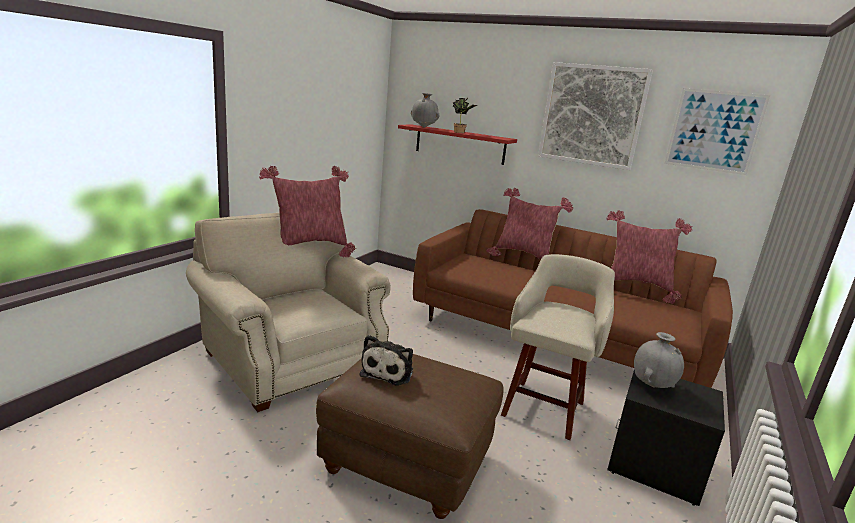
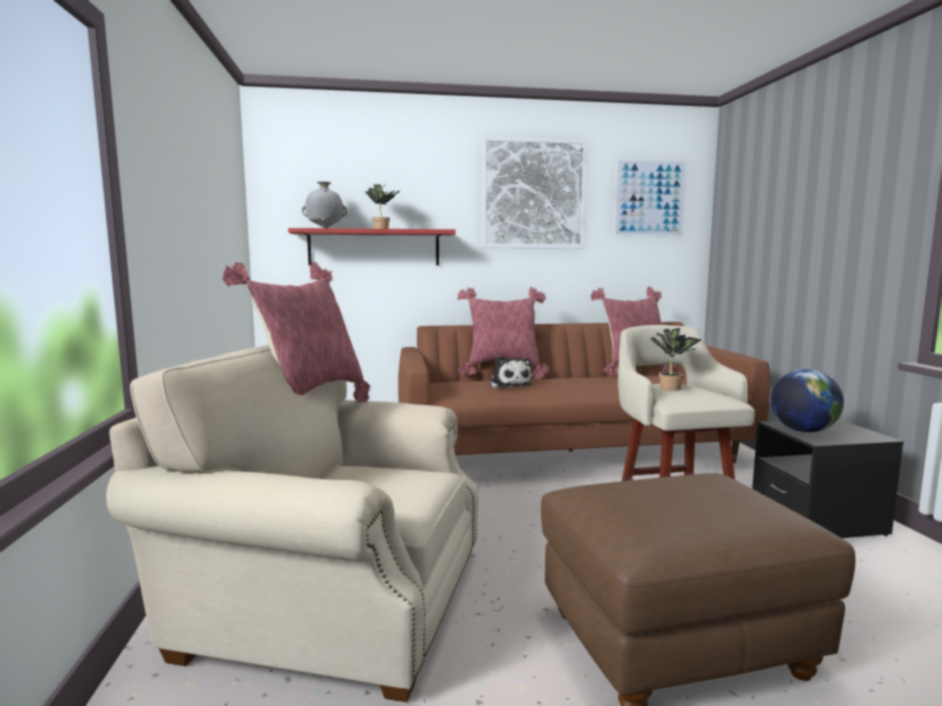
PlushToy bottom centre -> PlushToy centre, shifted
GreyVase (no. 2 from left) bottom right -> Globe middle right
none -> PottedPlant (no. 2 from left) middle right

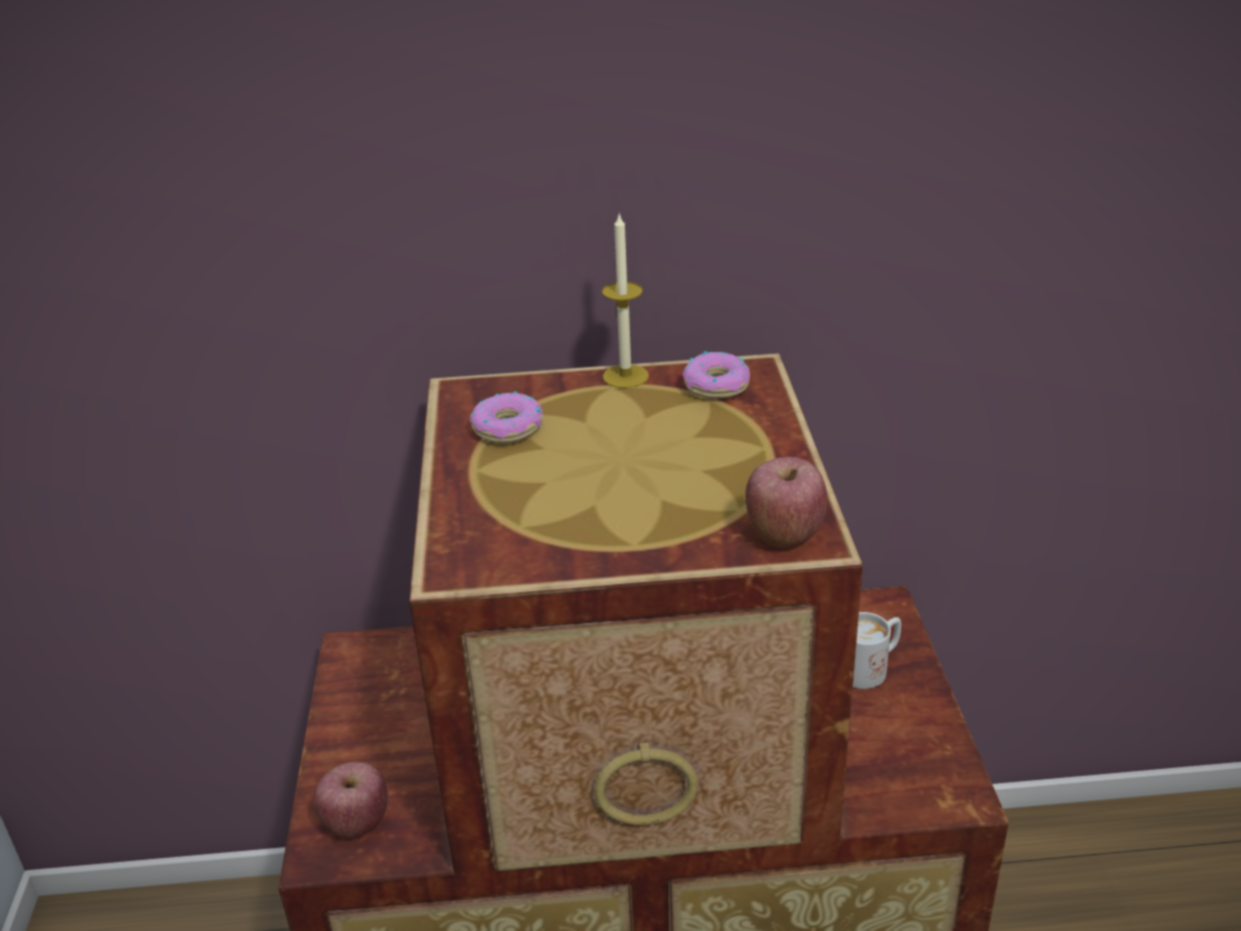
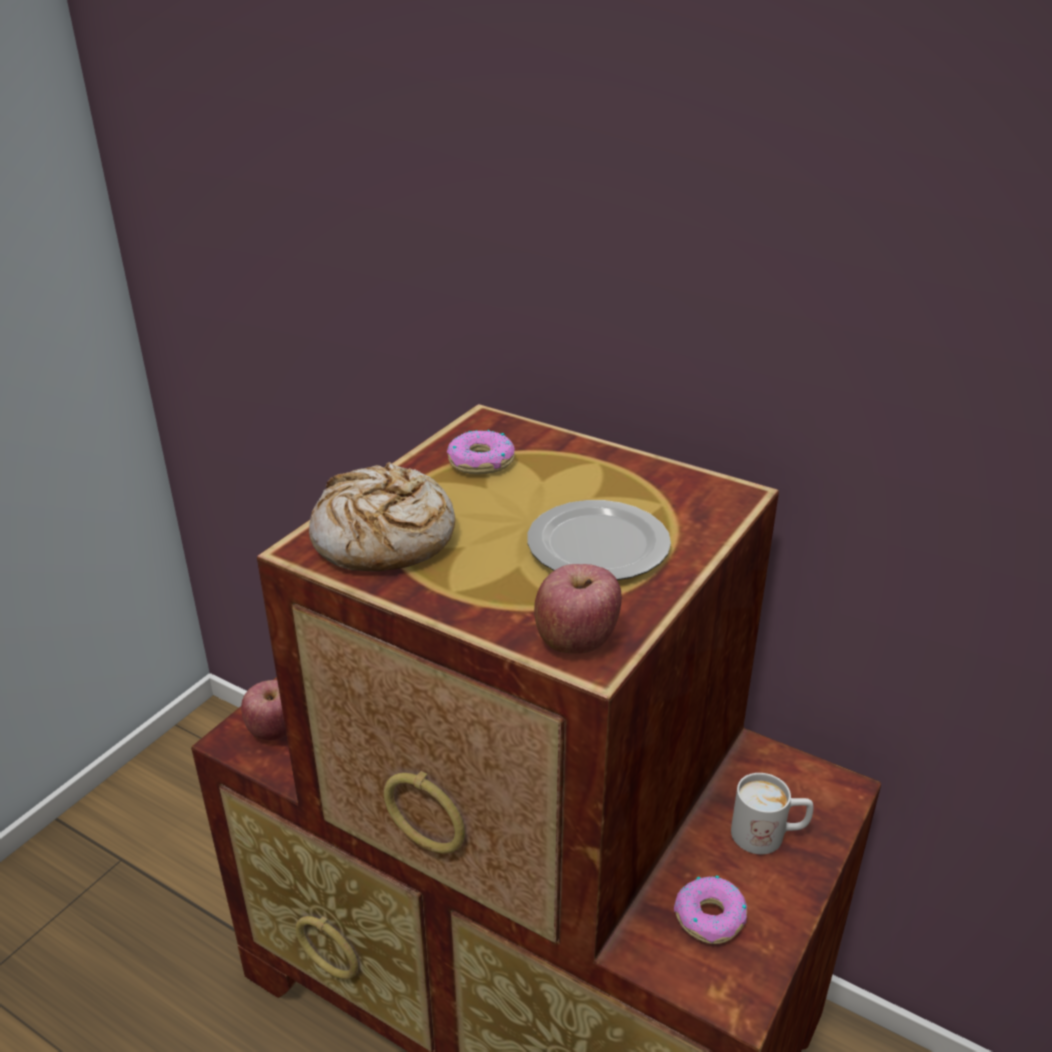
Candle top centre -> none
Donut (no. 2 from left) centre -> Donut (no. 2 from left) bottom right, shifted
none -> Bread centre
none -> Plate centre

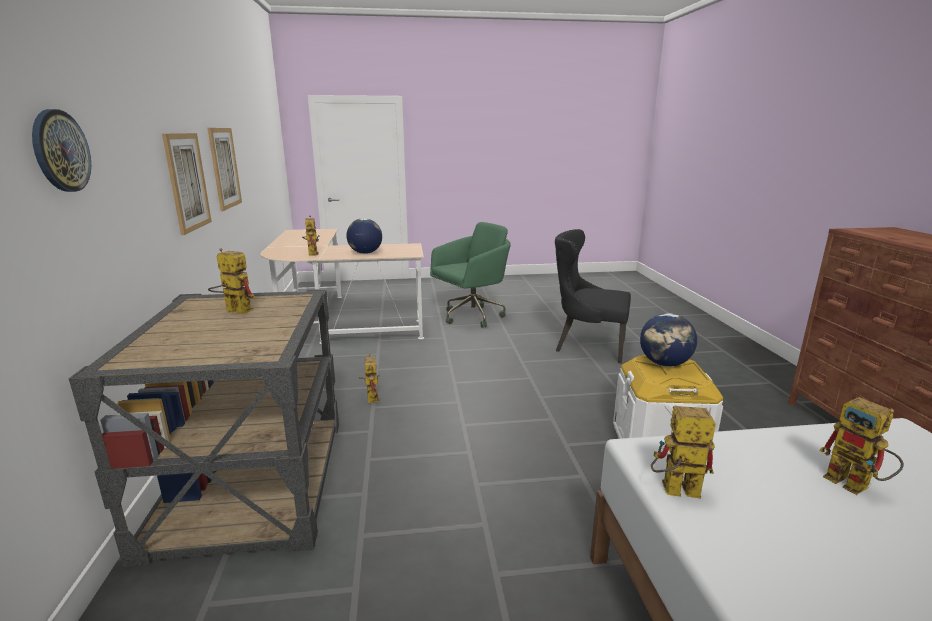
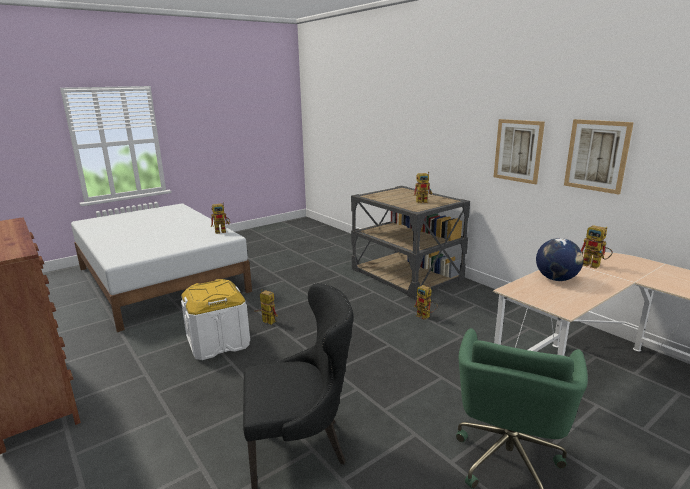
WallClock top left -> none
Globe (no. 2 from left) middle right -> none
ToyRobot (no. 5 from left in the first image) bottom right -> ToyRobot (no. 2 from left) centre, shifted

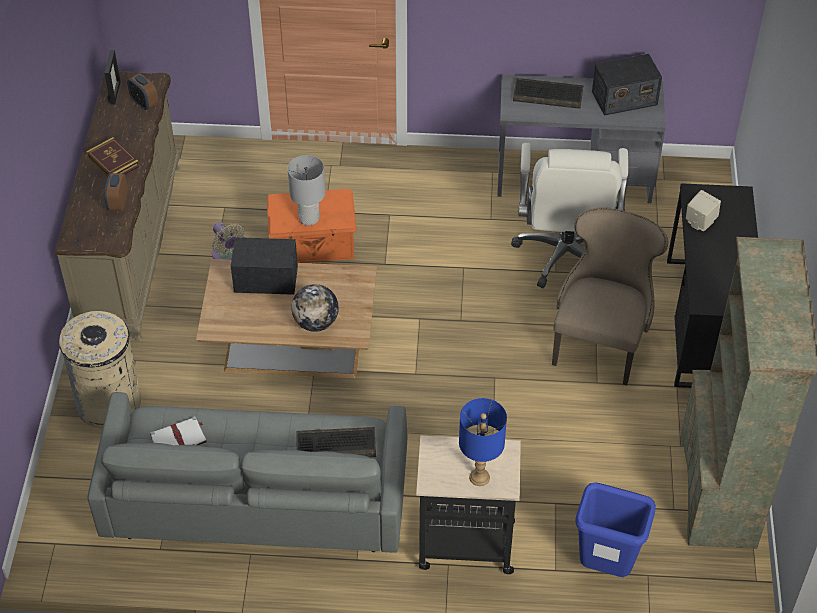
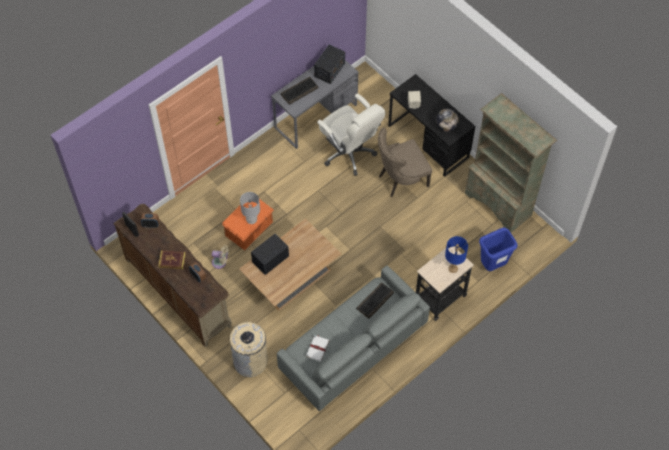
Globe centre -> Globe top right, shifted
BeigeChair middle right -> BeigeChair centre, 90 degrees counterclockwise

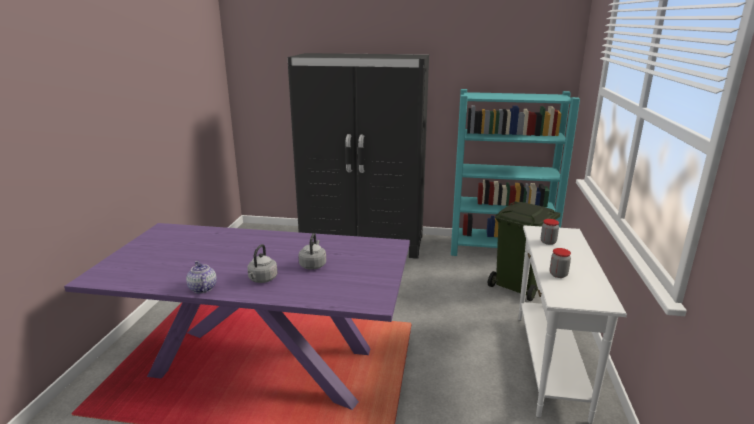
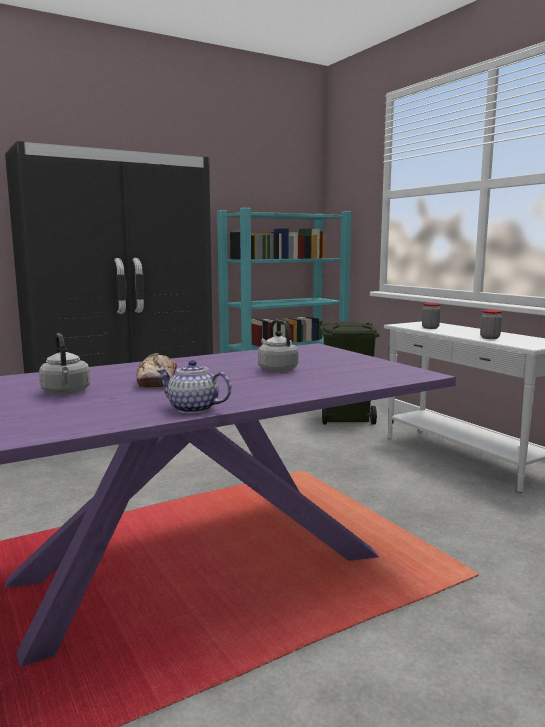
GreyKettle (no. 1 from left) centre -> GreyKettle (no. 1 from left) middle left, shifted
none -> Bread middle left

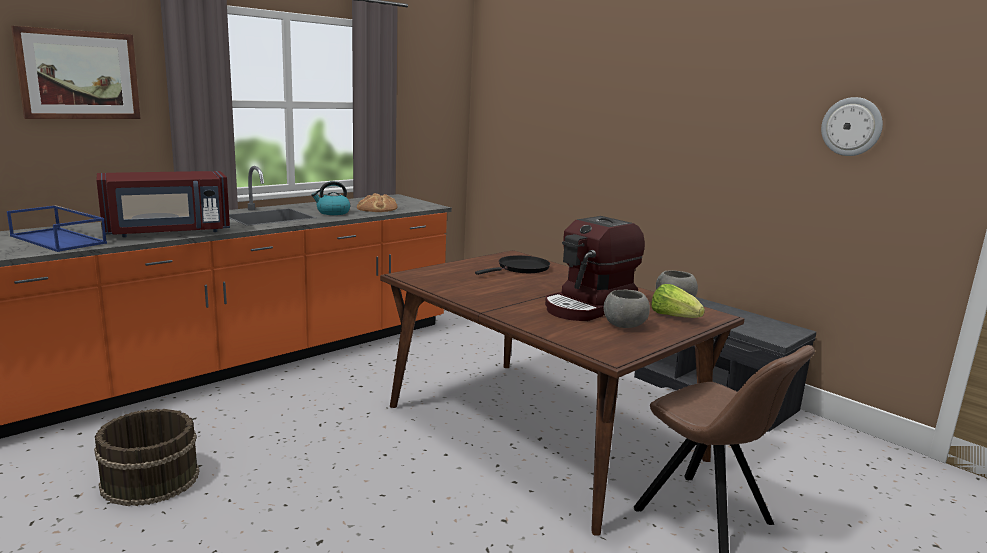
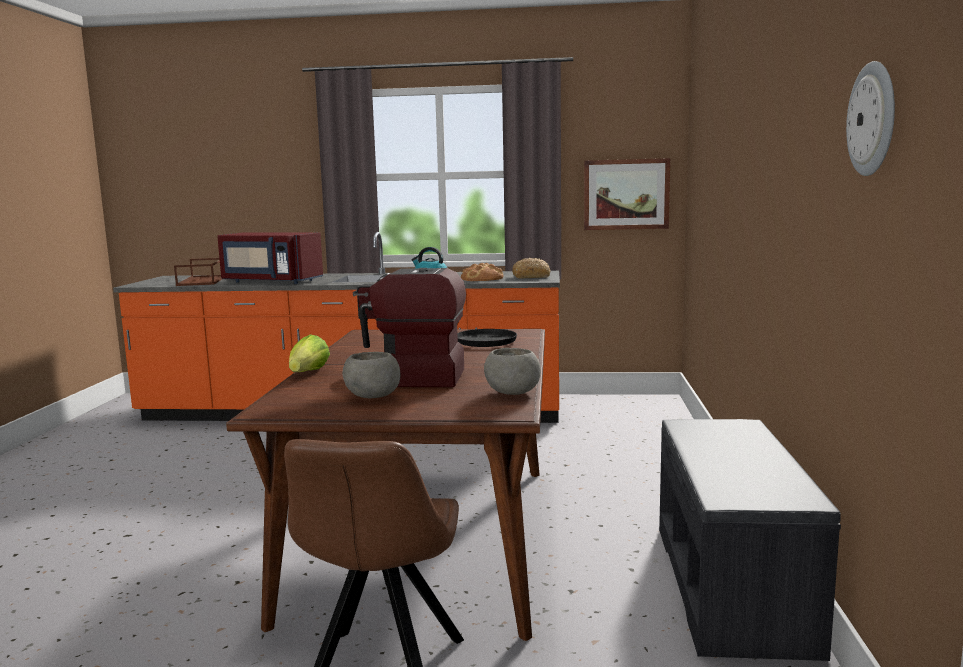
BlueTray middle left -> BrownTray middle left
Picture top left -> Picture top centre, shifted
BrownBucket bottom left -> none
Lettuce middle right -> Lettuce middle left, shifted
none -> Bread (no. 2 from left) centre

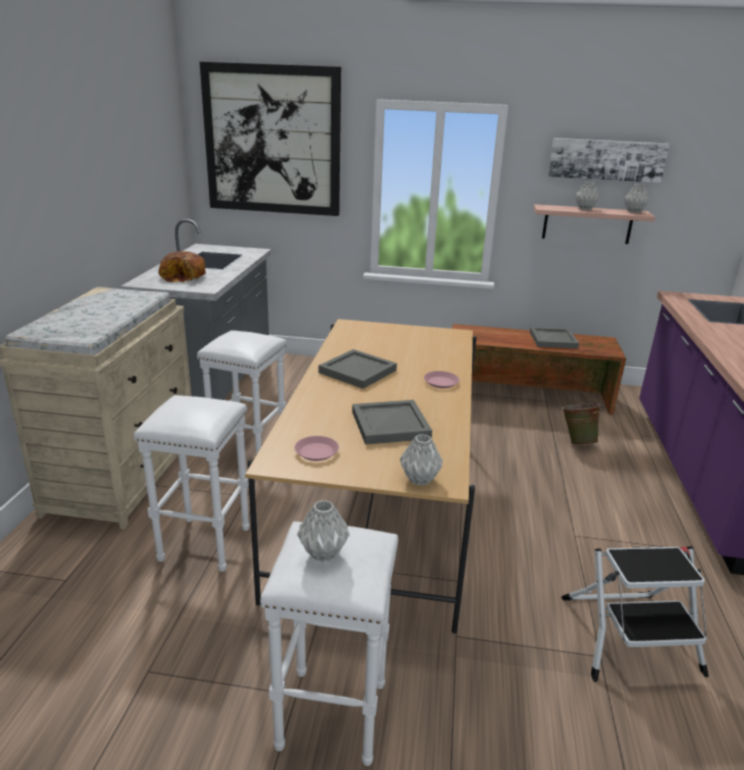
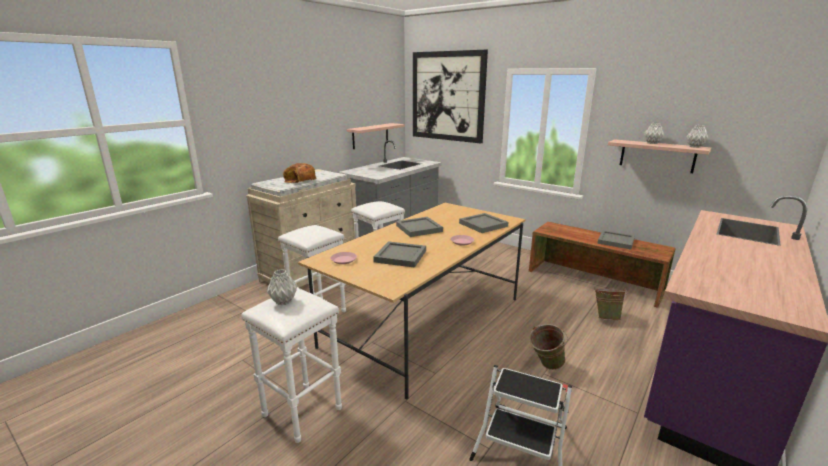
Bread middle left -> Bread centre, shifted
GreyVase (no. 2 from left) centre -> none
Picture (no. 2 from left) top right -> none
none -> Shelf (no. 1 from left) top centre
none -> GreyTray (no. 3 from left) centre
none -> GreenBucket (no. 1 from left) bottom centre

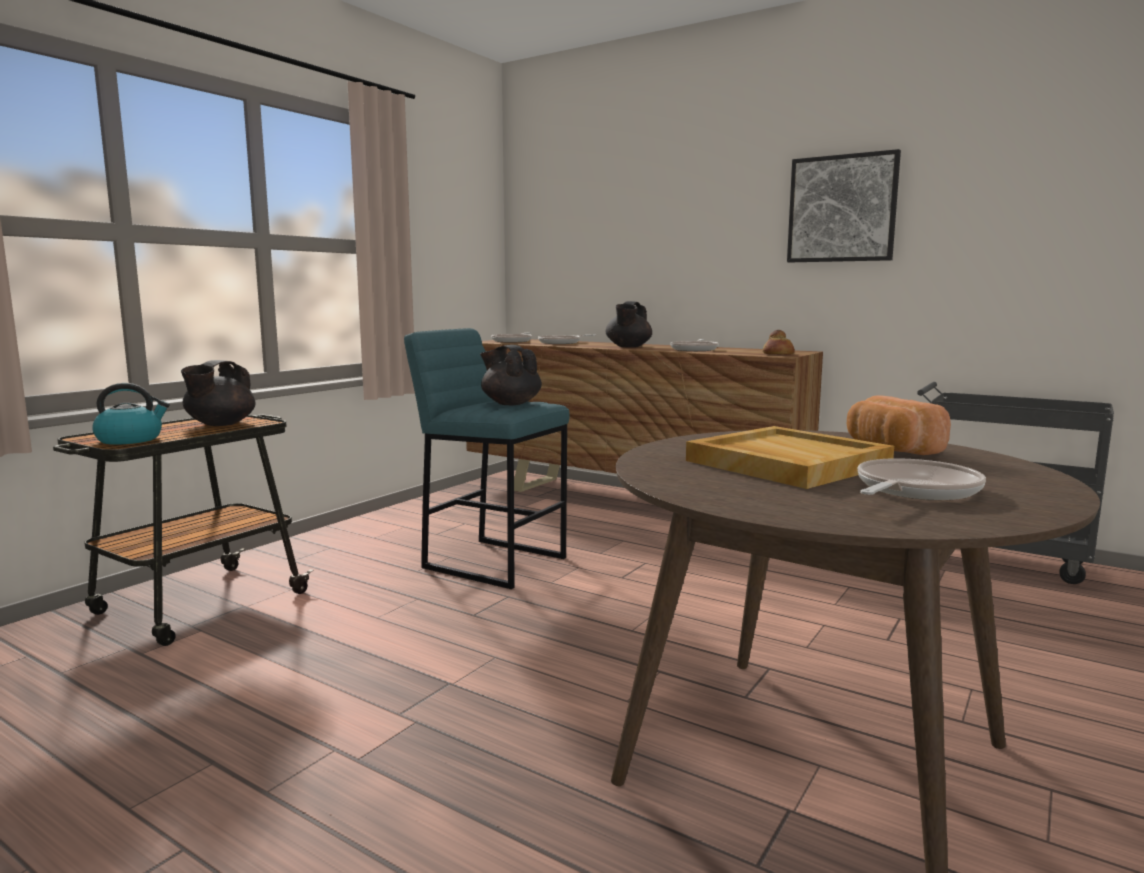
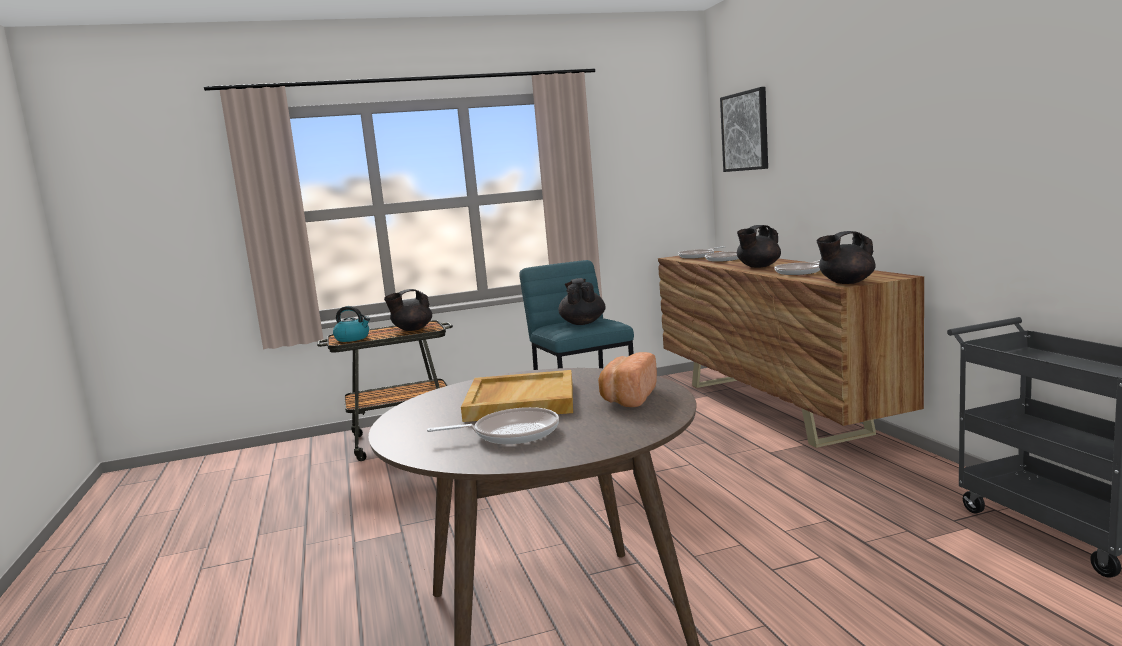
Bread (no. 1 from left) middle right -> BlackTeapot (no. 4 from left) middle right
Picture top right -> Picture top centre, shifted

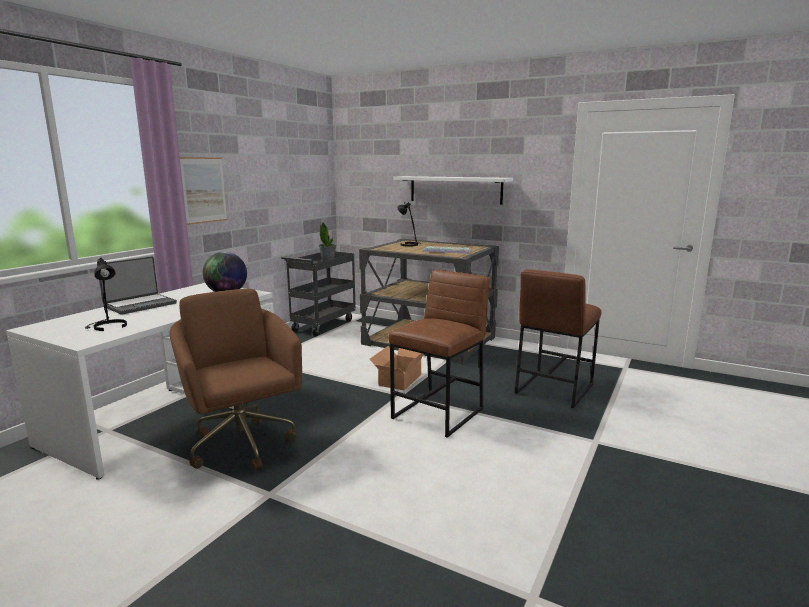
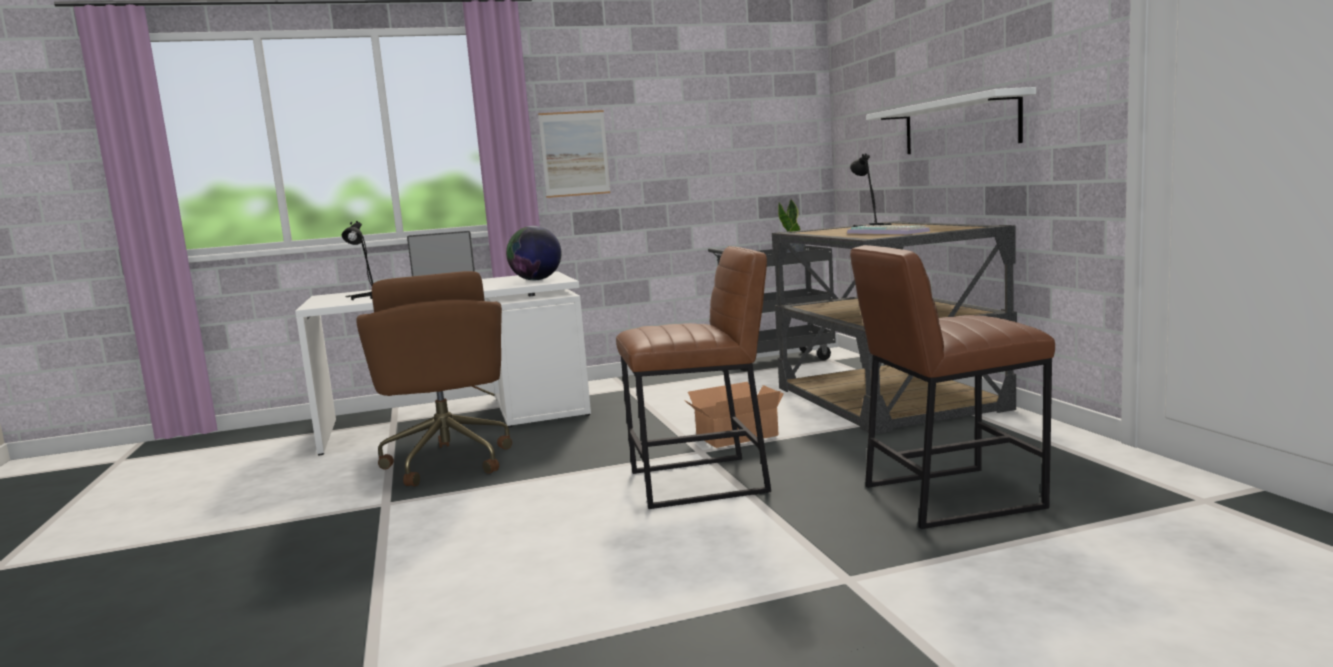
BrownOfficeChair middle left, 150 degrees clockwise

